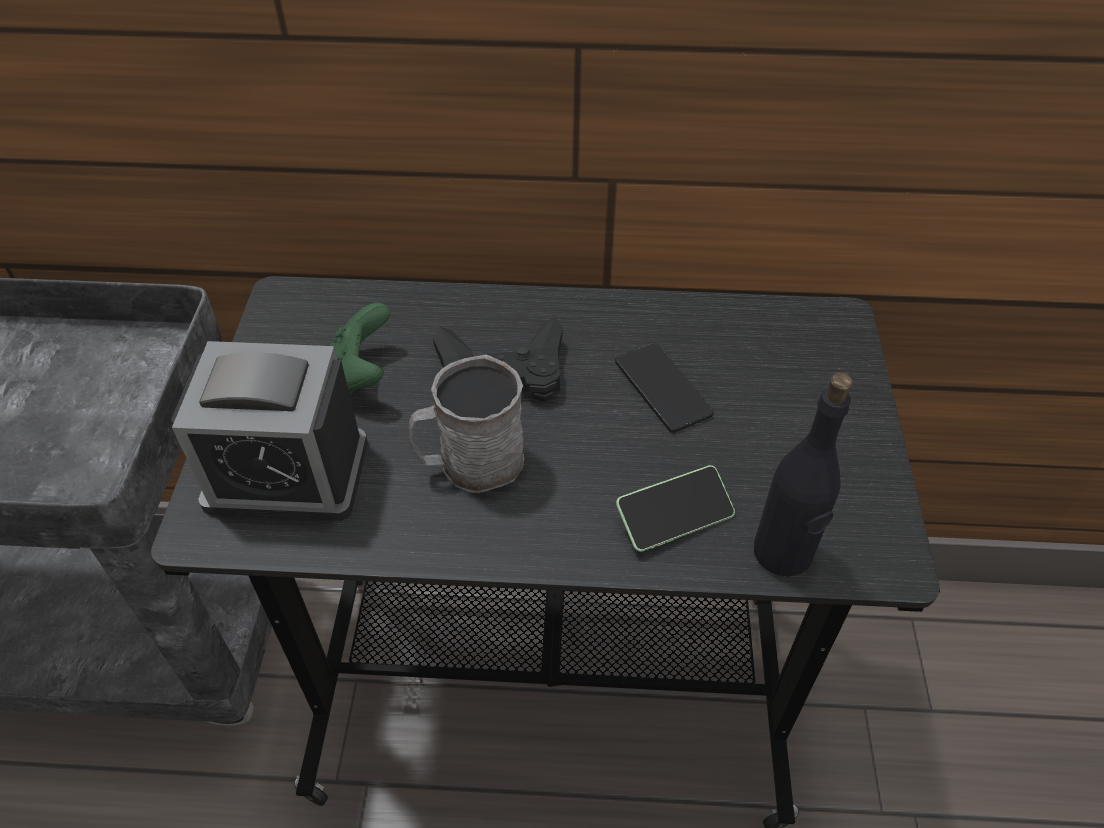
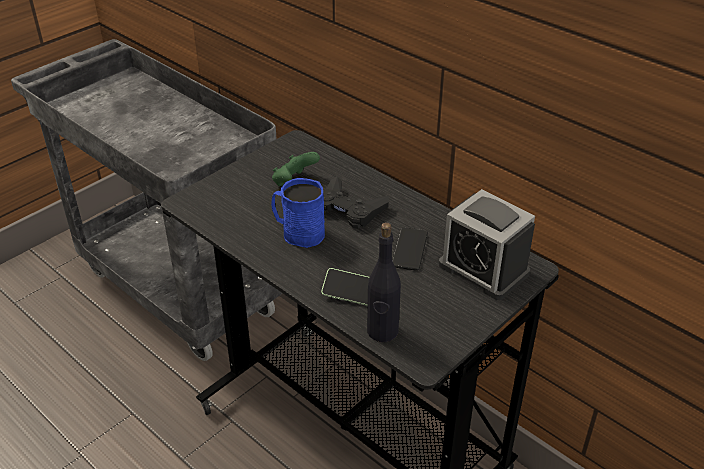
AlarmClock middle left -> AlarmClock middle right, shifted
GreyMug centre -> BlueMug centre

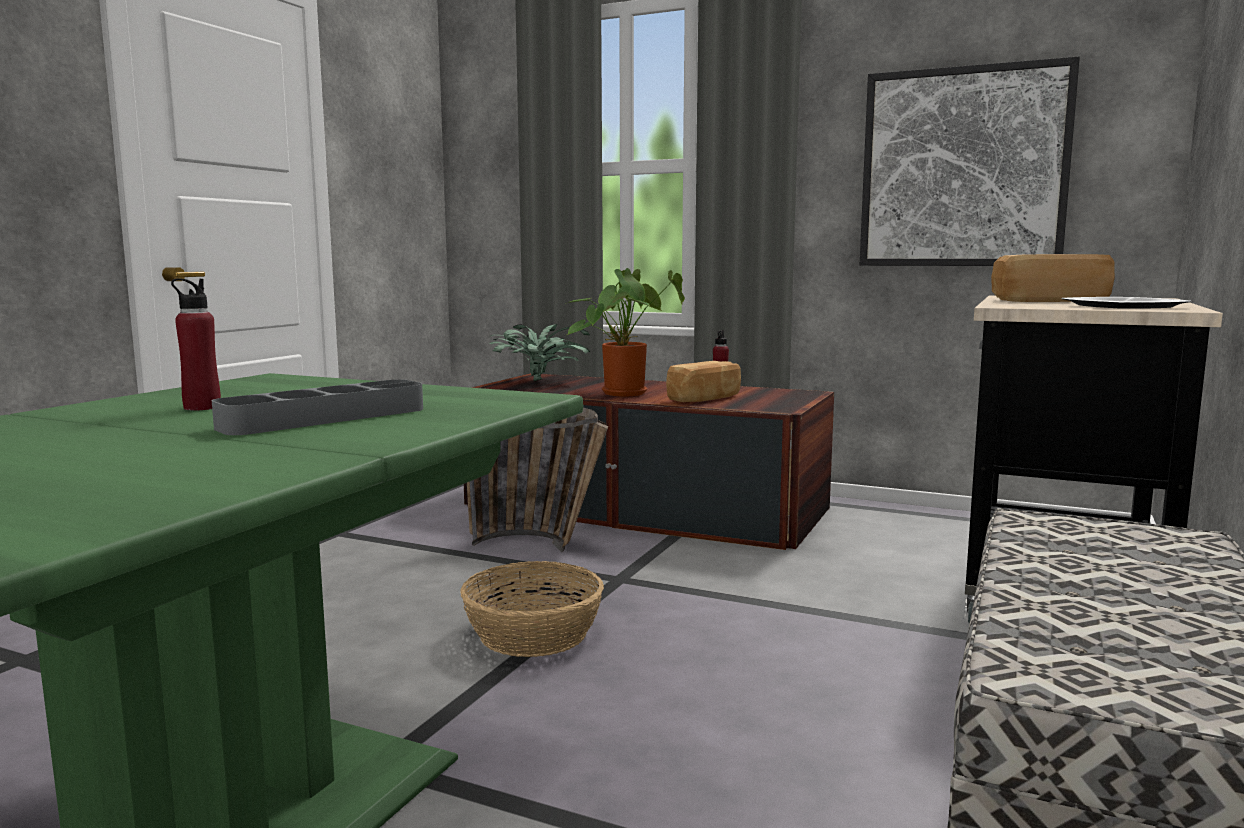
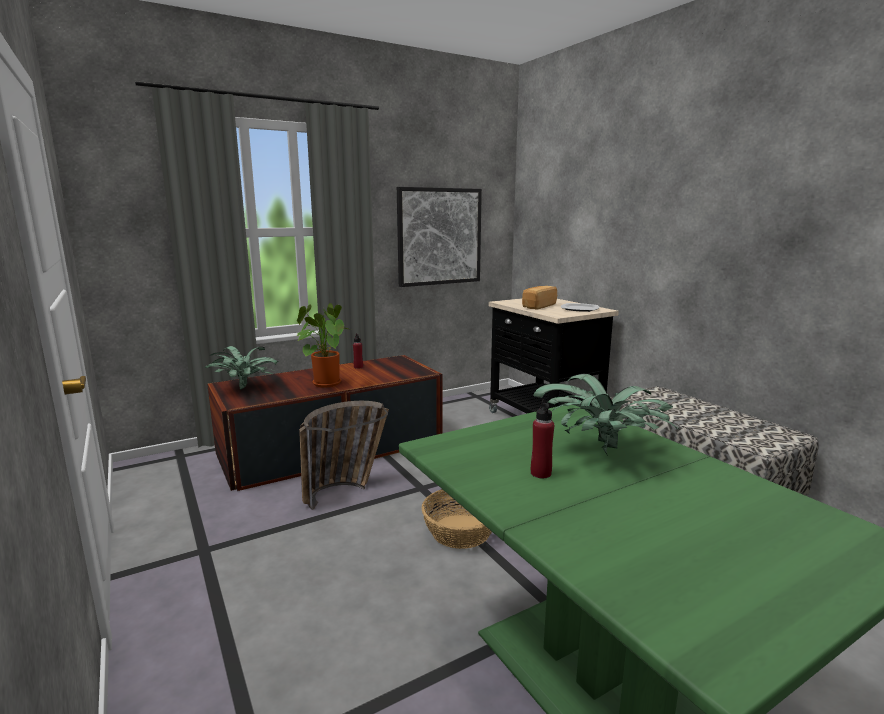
GreyTray middle left -> PottedPlant (no. 3 from left) middle right
Bread (no. 1 from left) centre -> none

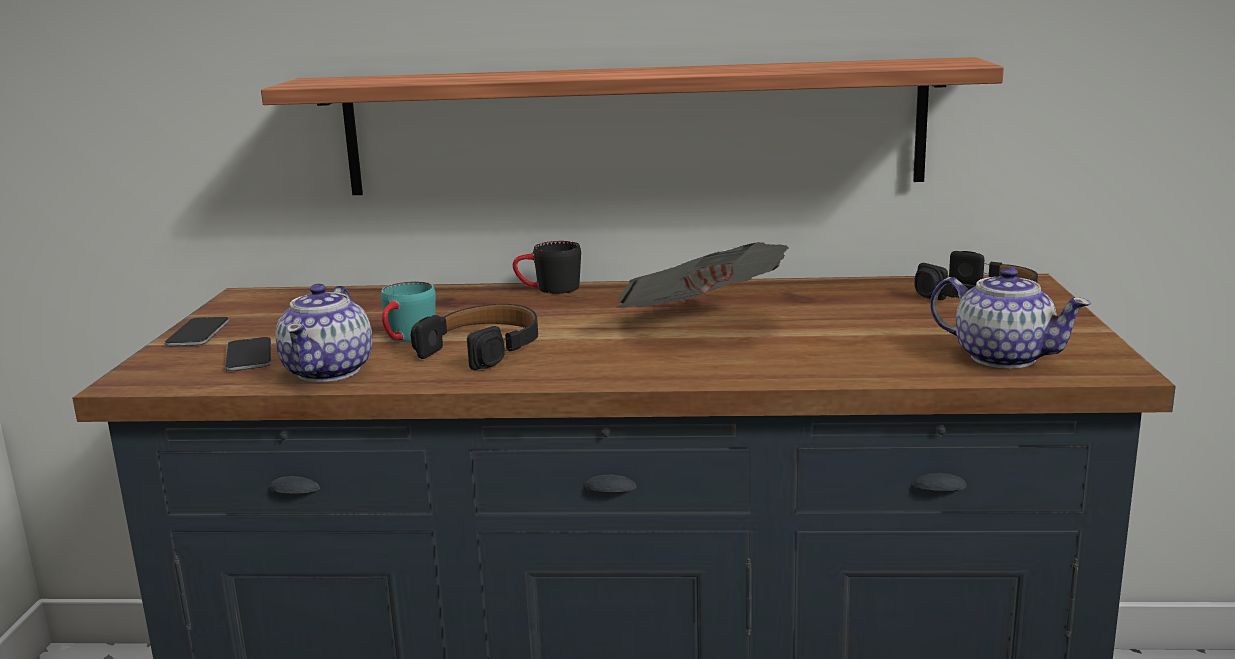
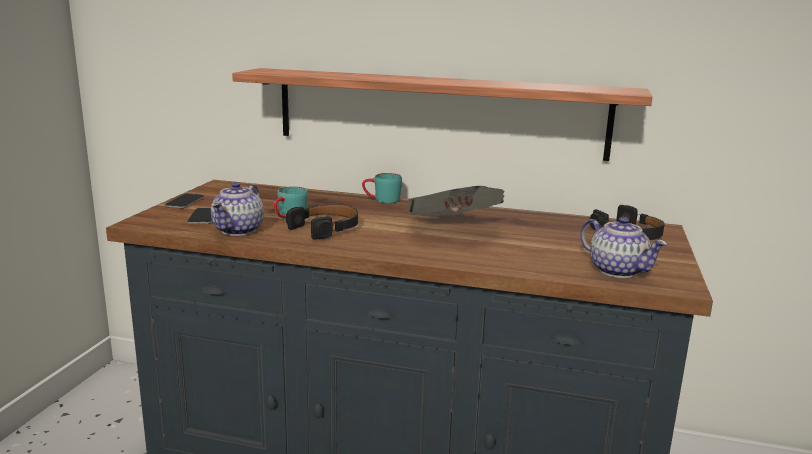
BlackMug centre -> TurquoiseMug (no. 2 from left) centre

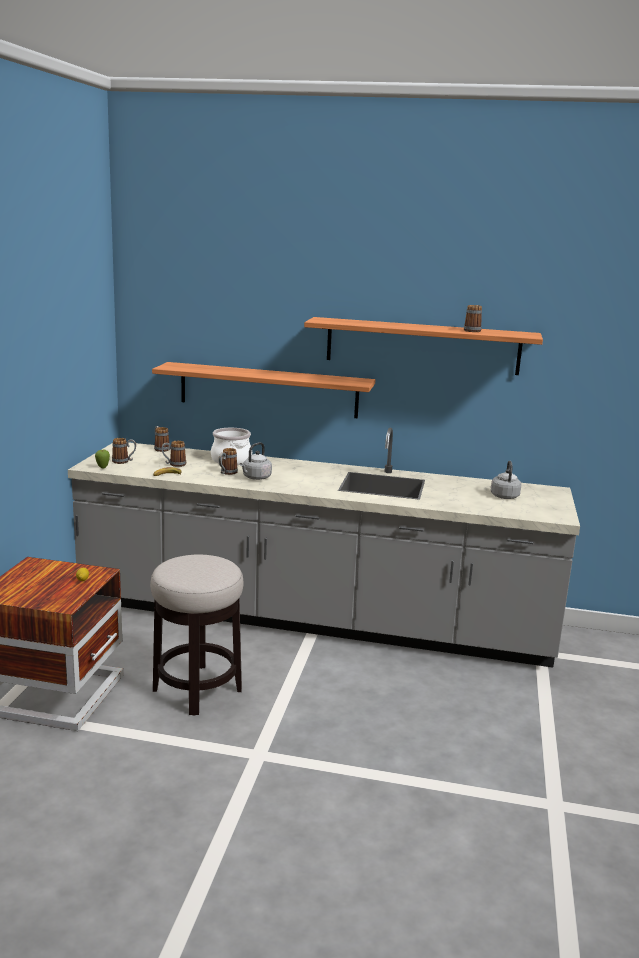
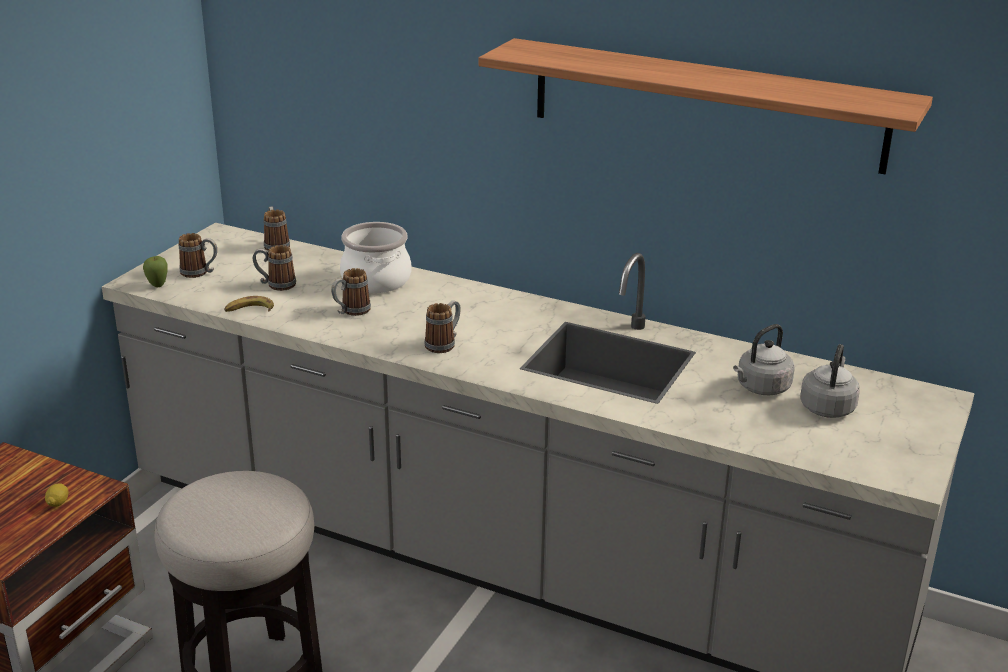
Shelf (no. 1 from left) centre -> none
GreyKettle (no. 1 from left) centre -> GreyKettle (no. 1 from left) middle right, shifted
Mug (no. 5 from left) top right -> Mug (no. 5 from left) centre, shifted

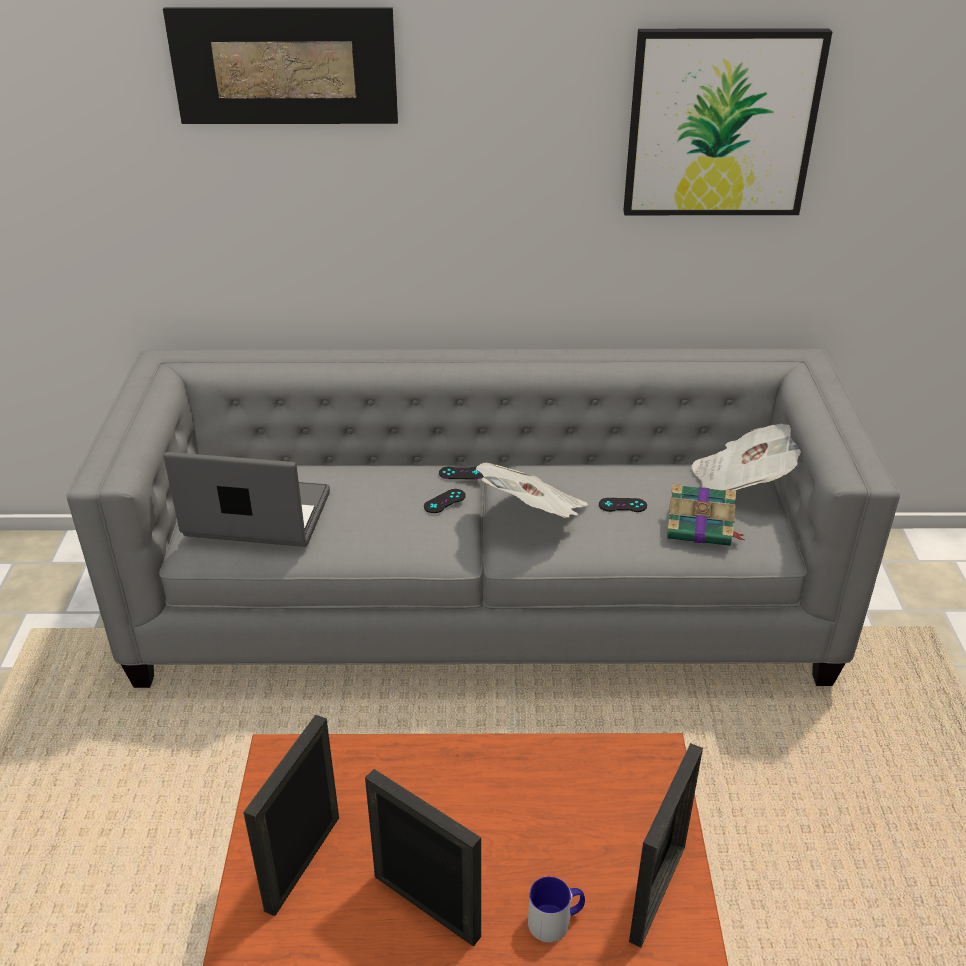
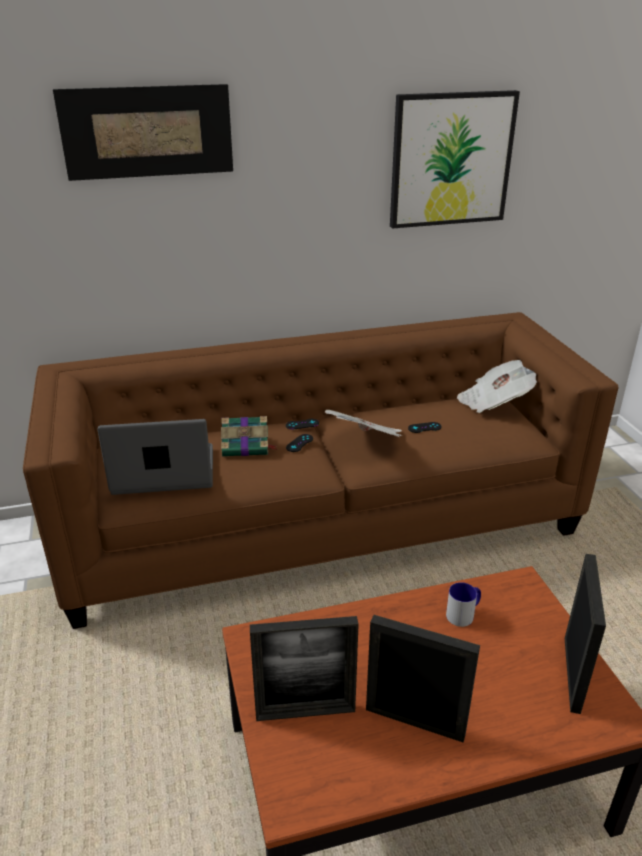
GreySofa centre -> BrownSofa centre
PictureFrame (no. 1 from left) bottom left -> PictureFrame (no. 1 from left) bottom centre, 105 degrees counterclockwise
Mug bottom centre -> Mug bottom right, shifted
Book middle right -> Book centre, shifted

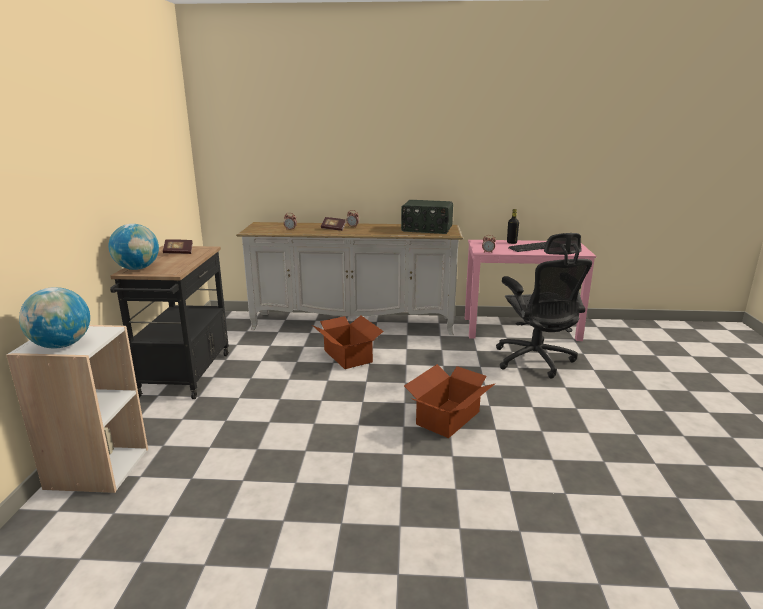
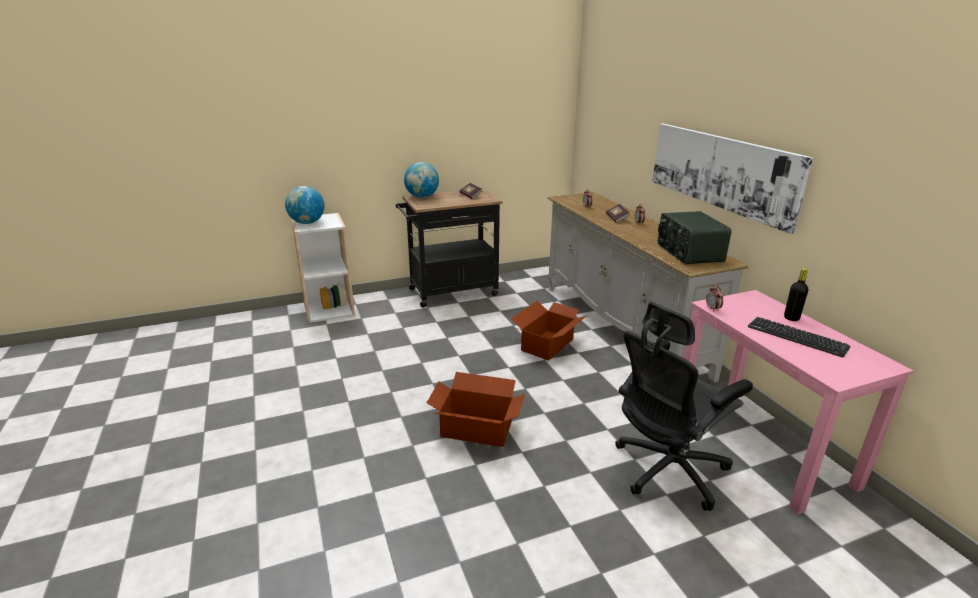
none -> Picture top right

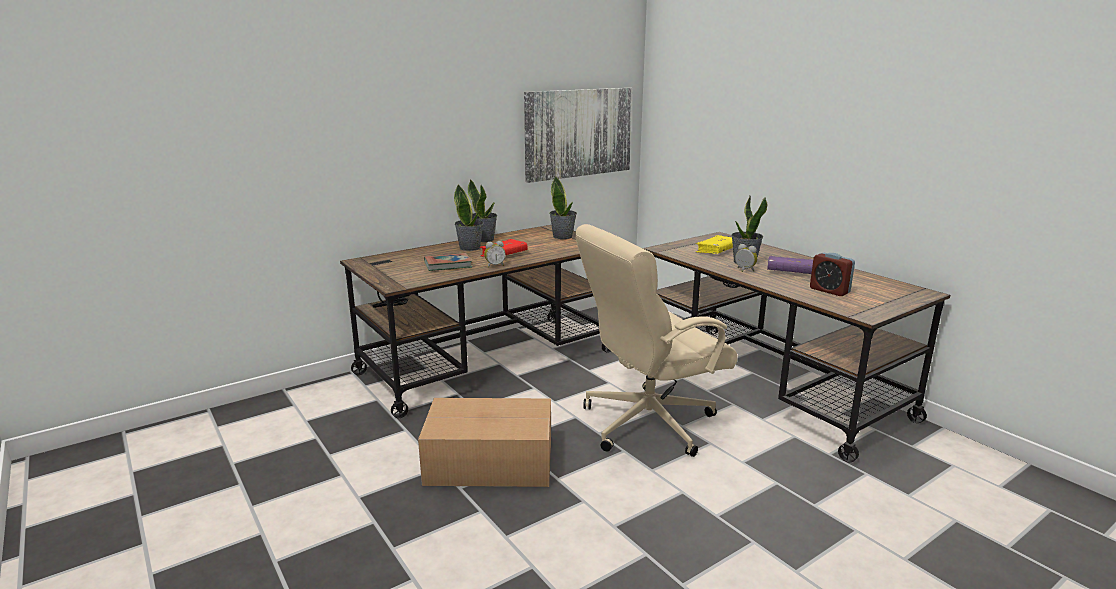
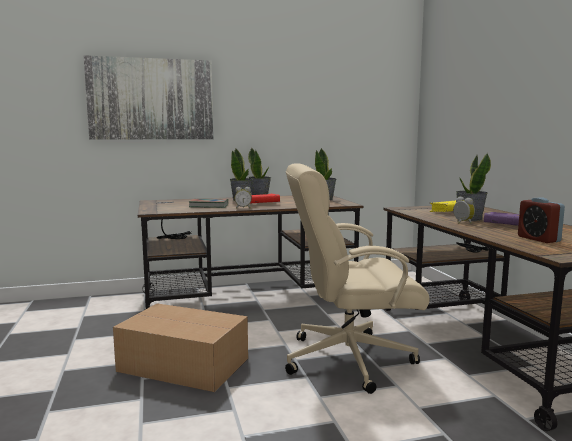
Picture top centre -> Picture top left, shifted

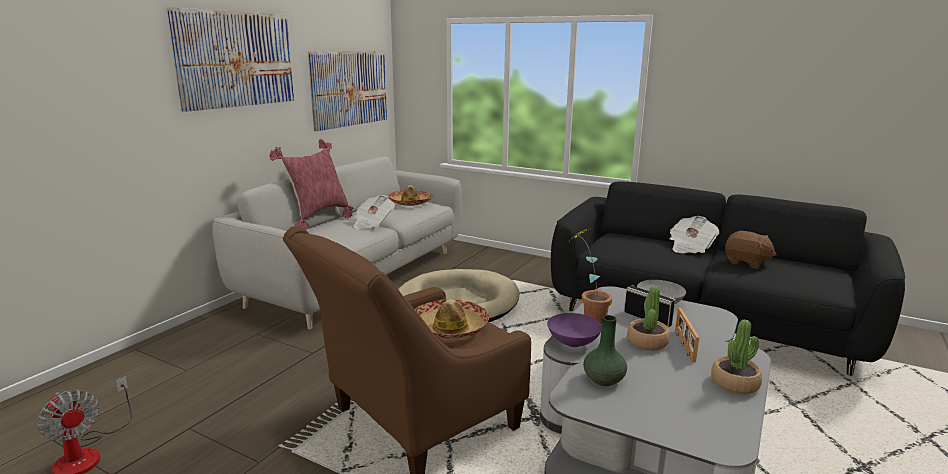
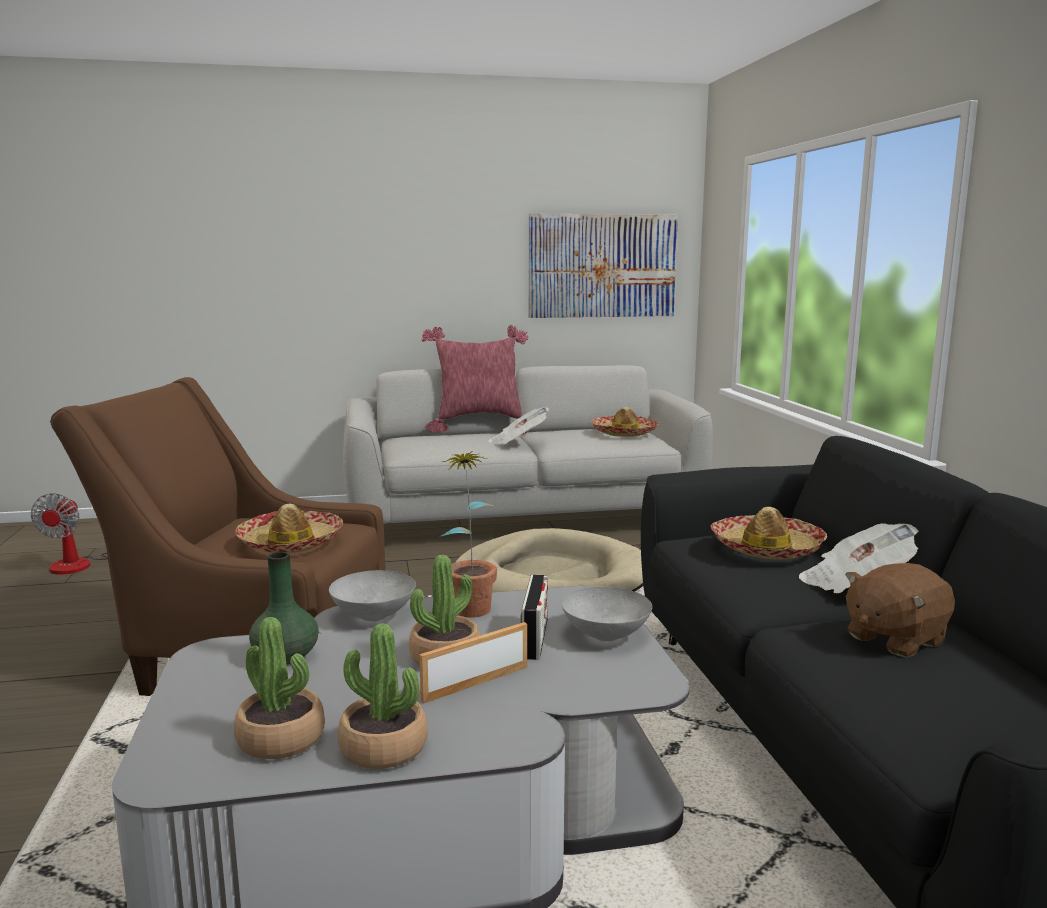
Picture (no. 1 from left) top left -> none
PurpleBowl bottom centre -> GreyBowl (no. 1 from left) centre
BrownPlushToy middle right -> BrownPlushToy bottom right, 60 degrees clockwise
none -> PottedPlant (no. 1 from left) bottom left
none -> Hat (no. 3 from left) middle right

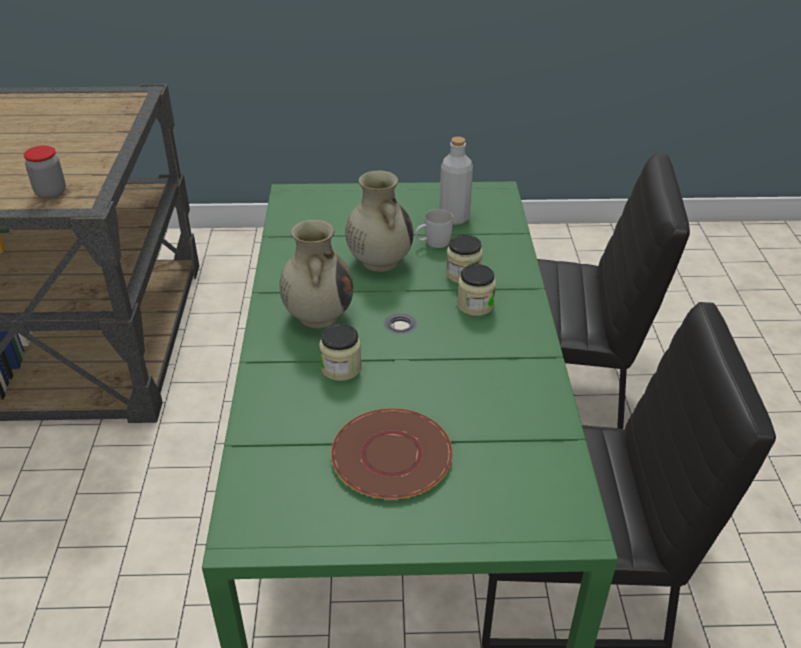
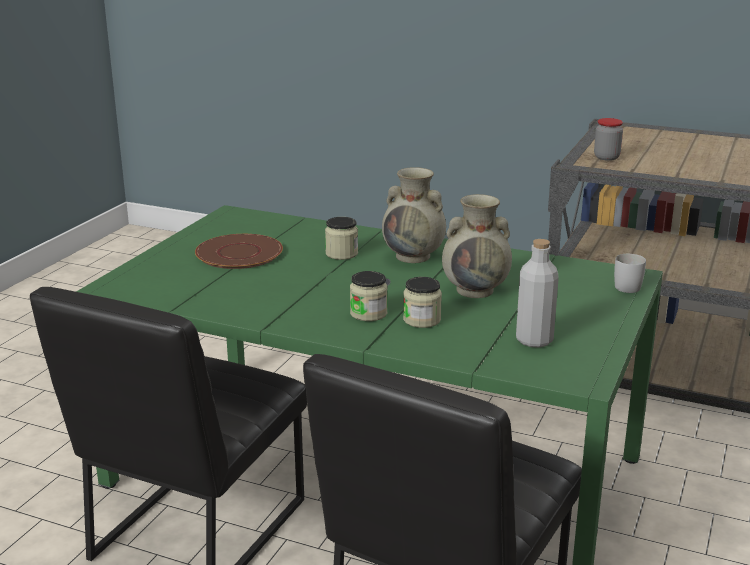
WhiteMug centre -> WhiteMug middle right, shifted

